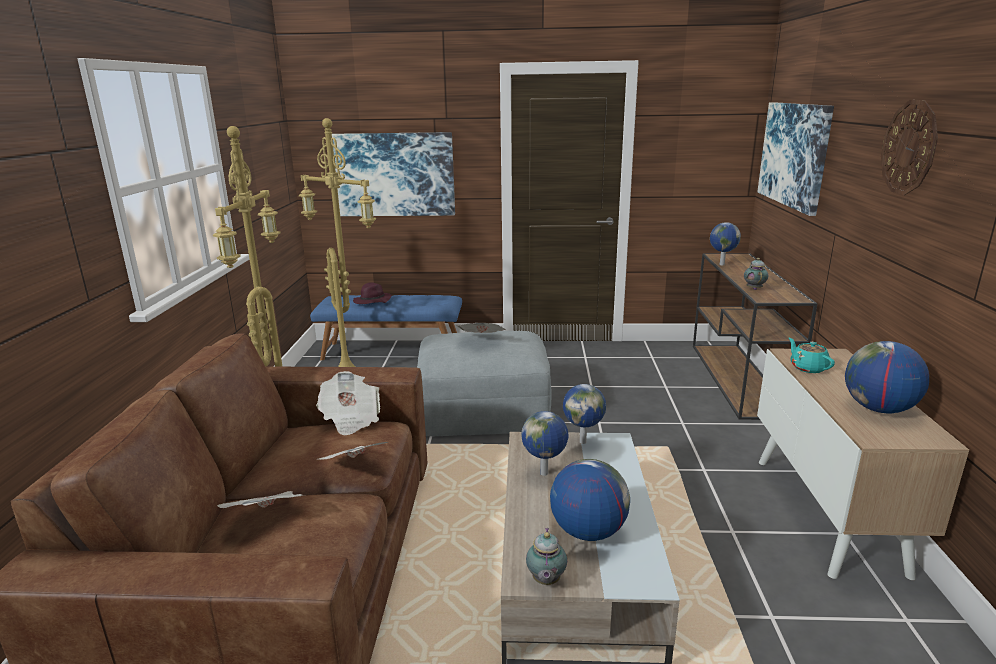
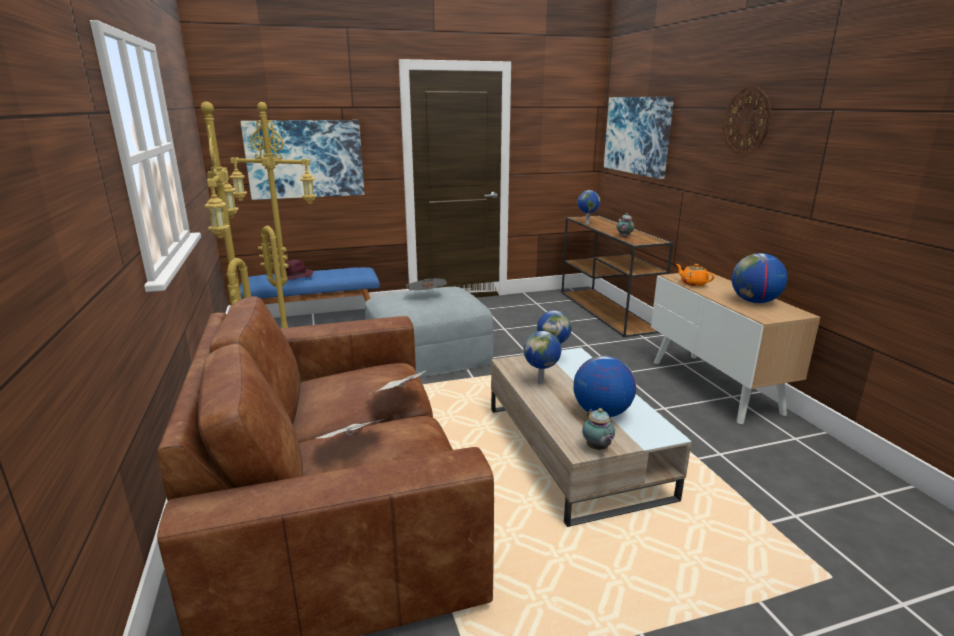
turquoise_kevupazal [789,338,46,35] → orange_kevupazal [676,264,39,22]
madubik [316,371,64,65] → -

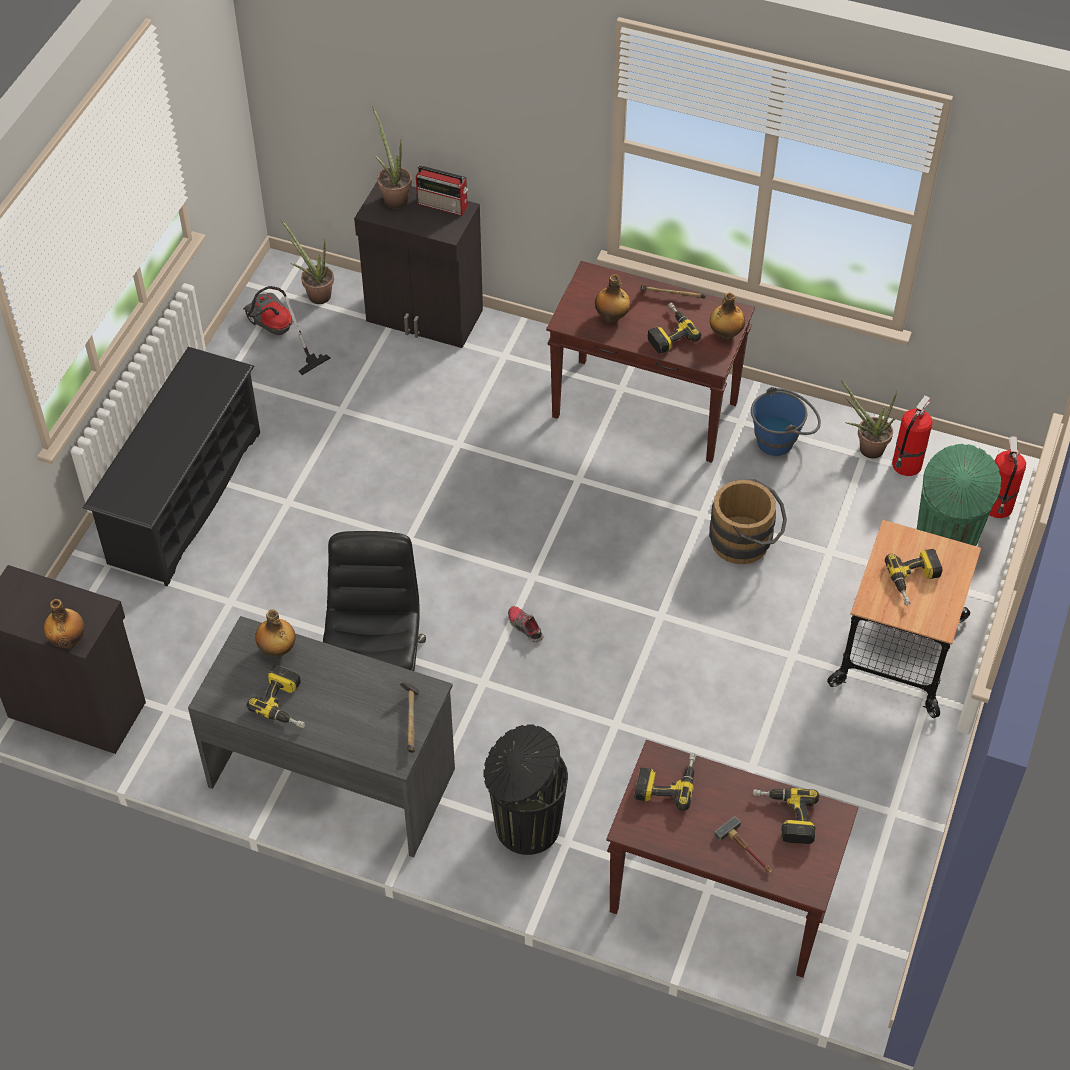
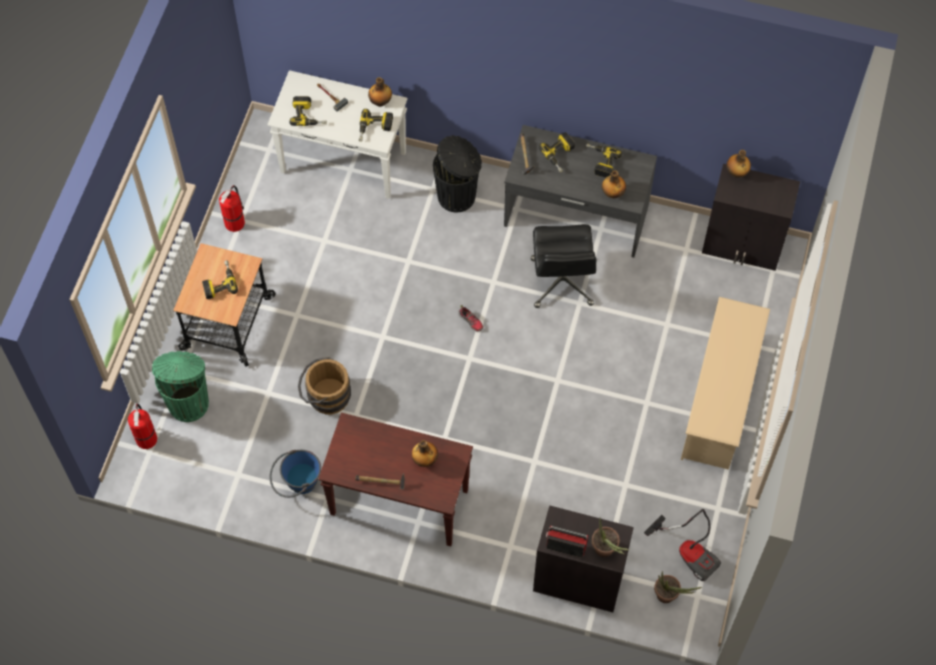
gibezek [710,293,35,47] → gibezek [368,77,24,30], move
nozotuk [648,303,53,51] → nozotuk [539,132,36,40], move
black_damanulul [83,347,177,239] → beige_damanulul [681,297,89,173]
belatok [841,380,56,79] → -
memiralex [892,395,41,81] → memiralex [219,185,26,47], move
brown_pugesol [606,740,252,238] → white_pugesol [267,70,140,129]

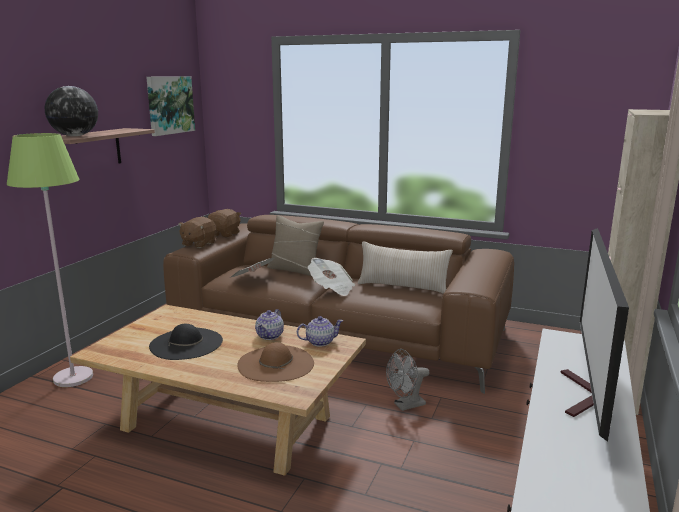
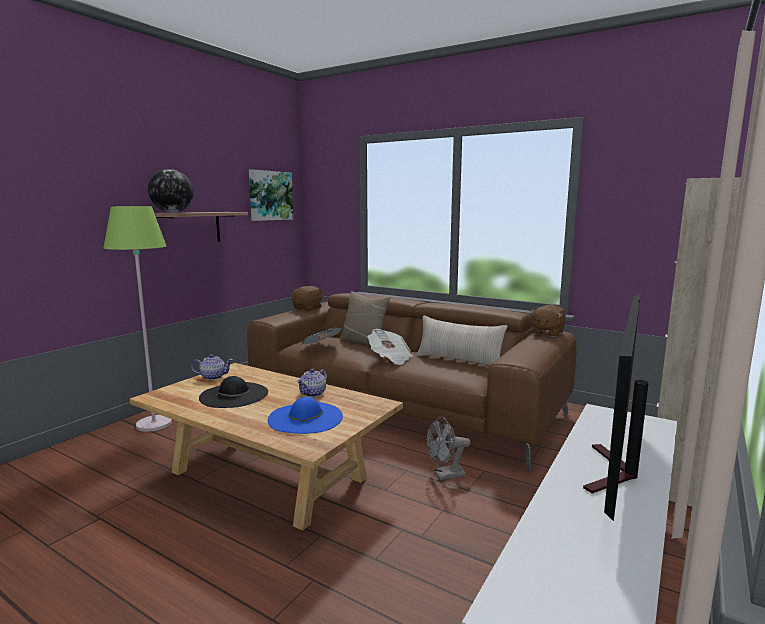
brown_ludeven [178,217,38,31] → brown_ludeven [530,305,36,32], move
kevupazal [297,316,46,31] → kevupazal [191,354,42,26], move
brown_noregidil [237,342,77,40] → blue_noregidil [268,397,75,37]

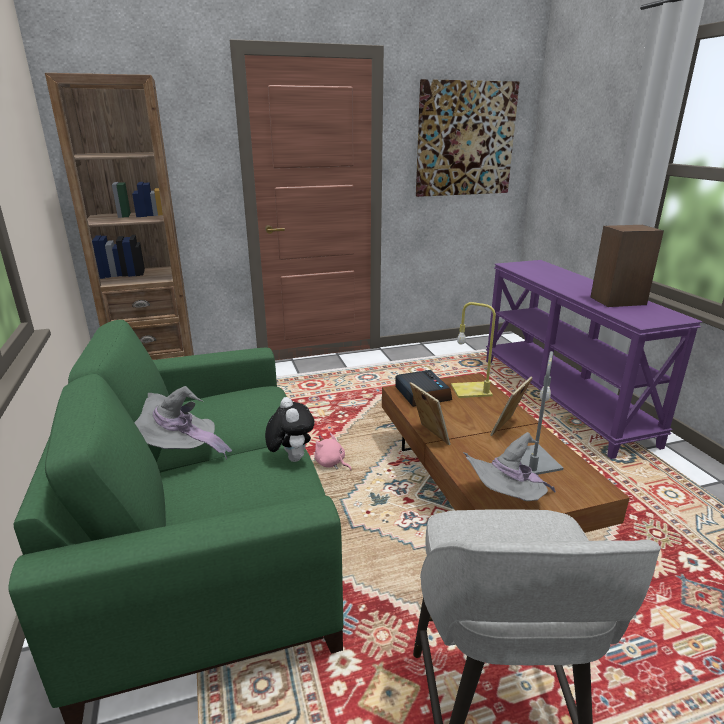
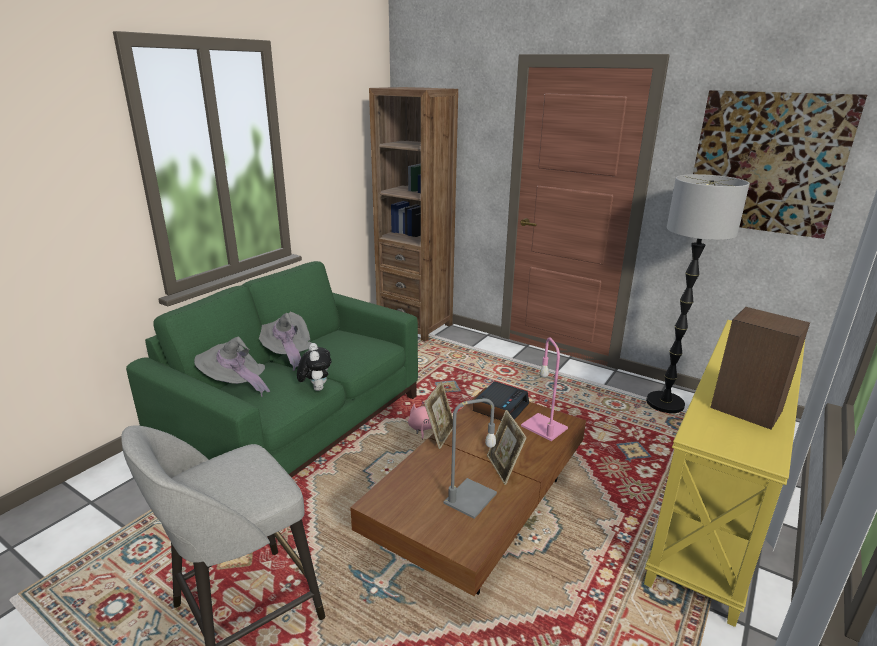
purple_pugesol [486,260,216,199] → yellow_pugesol [644,320,161,307]
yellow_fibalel [451,302,45,96] → pink_fibalel [521,338,47,103]
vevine [490,377,42,59] → vevine [487,410,40,75], 105 degrees counterclockwise
ludeven [265,397,49,65] → ludeven [297,343,34,48], 45 degrees counterclockwise
grey_noregidil [463,432,93,69] → grey_noregidil [194,337,76,60], move
- → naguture [646,174,104,239]

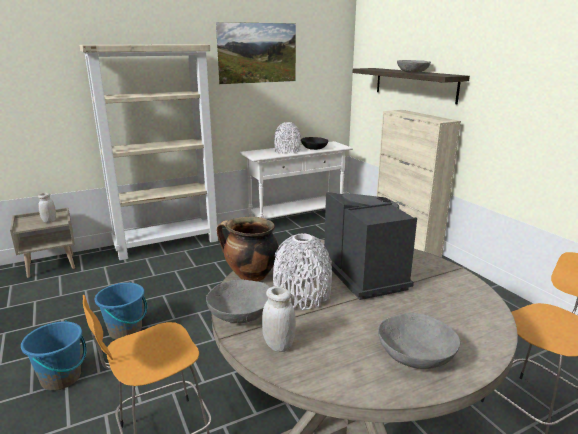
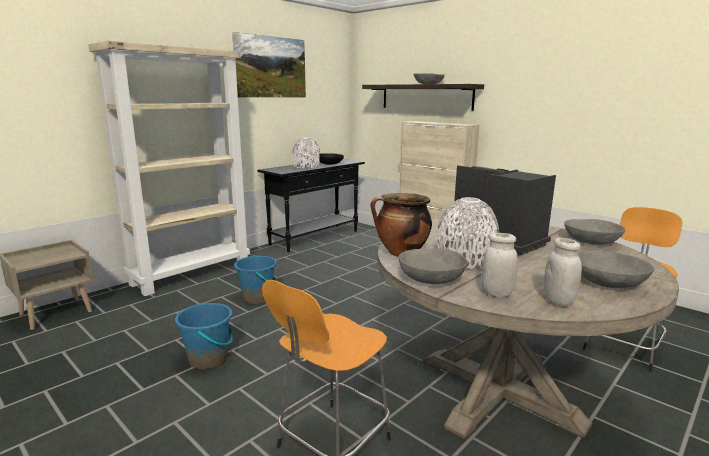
white_pugesol [240,141,113,78] → black_pugesol [257,159,108,93]
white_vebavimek [38,193,18,30] → white_vebavimek [544,238,38,68], move
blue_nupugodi [21,320,66,71] → blue_nupugodi [234,256,43,48], move
- → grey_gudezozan [564,219,62,26]

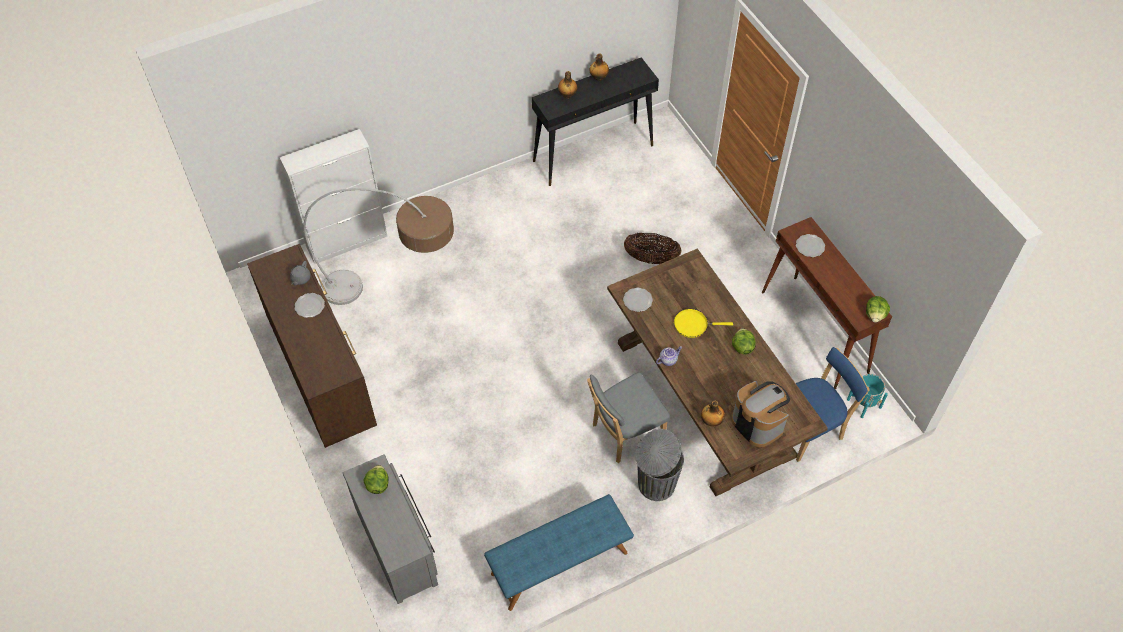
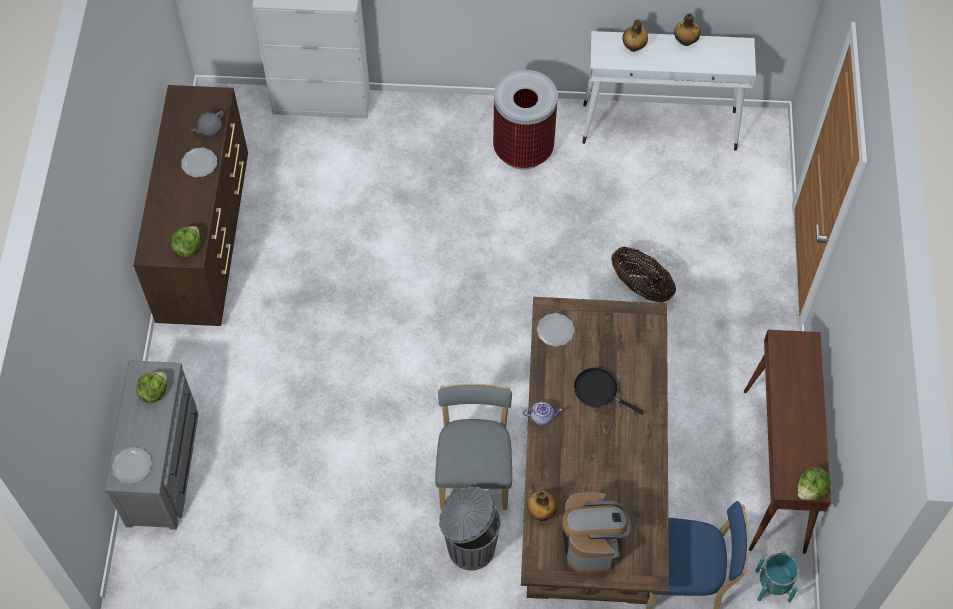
black_pugesol [532,57,127,129] → white_pugesol [582,31,174,120]
naguture [304,188,150,117] → -
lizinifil [796,234,29,23] → lizinifil [112,447,40,37], move
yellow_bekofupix [674,309,59,29] → black_bekofupix [574,368,70,47]
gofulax [732,328,24,26] → gofulax [171,226,29,31], move
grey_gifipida [587,372,83,91] → grey_gifipida [435,384,77,126], 90 degrees clockwise
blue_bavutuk [484,494,150,117] → -
- → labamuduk [493,70,65,100]

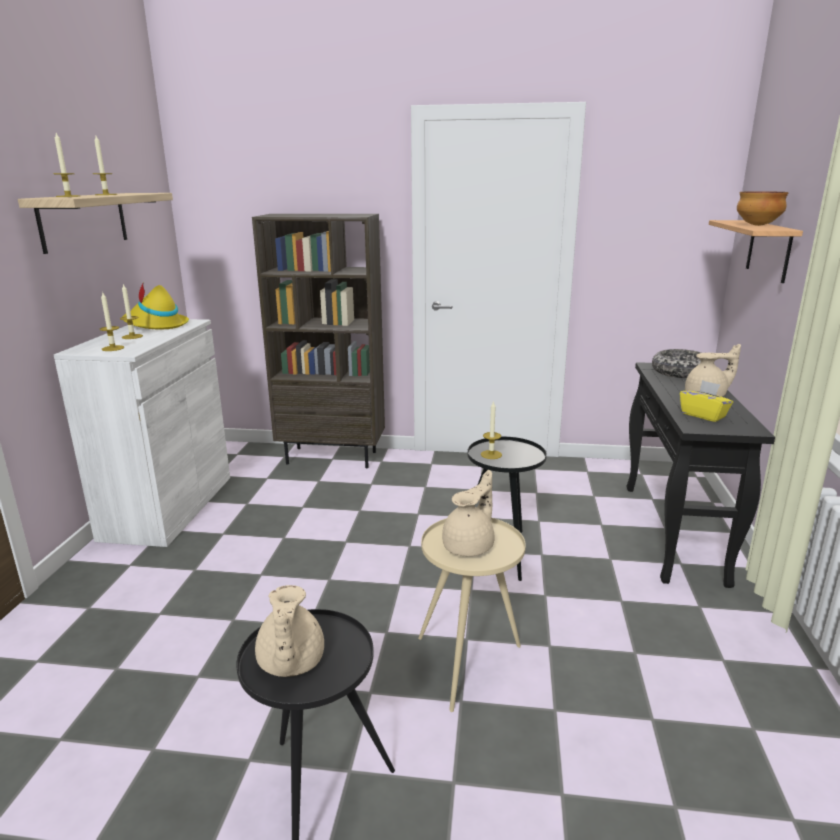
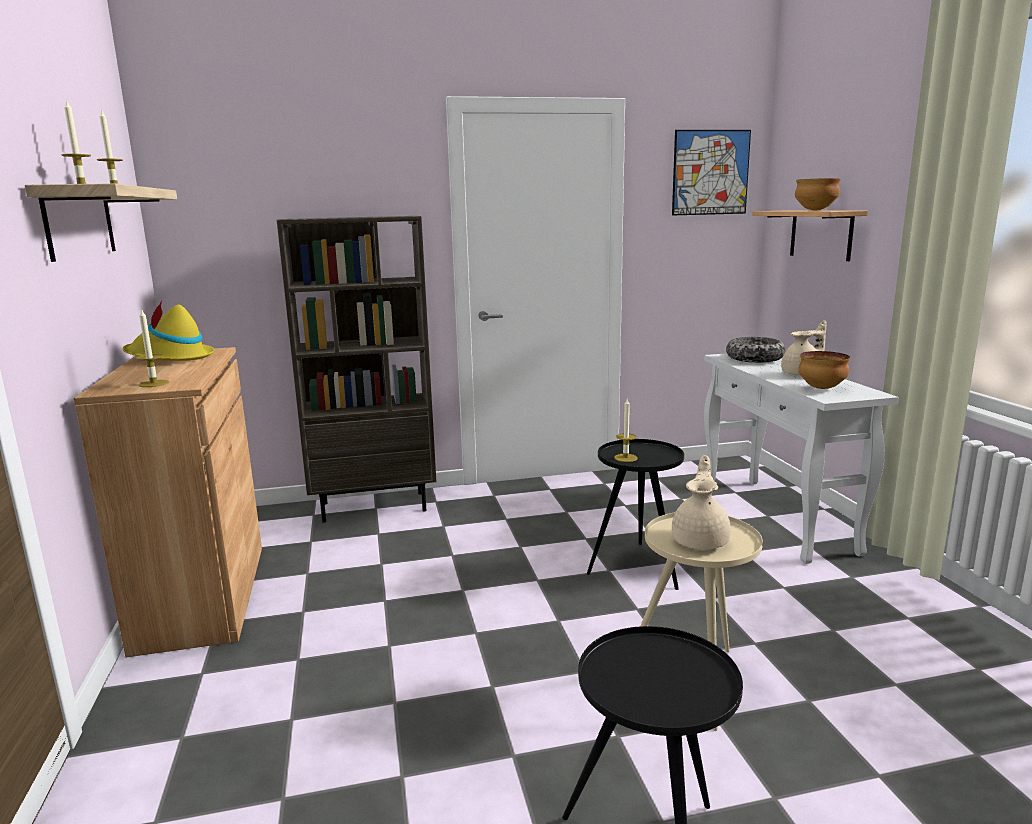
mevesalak [120,283,23,56] → -
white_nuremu [54,319,176,228] → brown_nuremu [74,347,188,311]
black_pugesol [626,362,149,226] → white_pugesol [704,353,195,211]
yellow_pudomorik [680,380,53,42] → gudezozan [798,351,52,38]
beige_kevupazal [255,585,69,92] → -
- → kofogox [672,130,79,86]

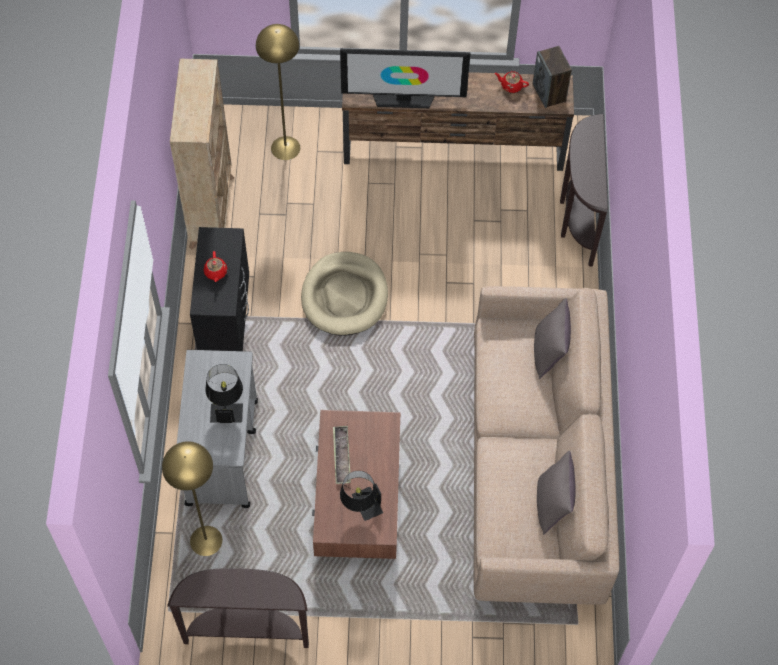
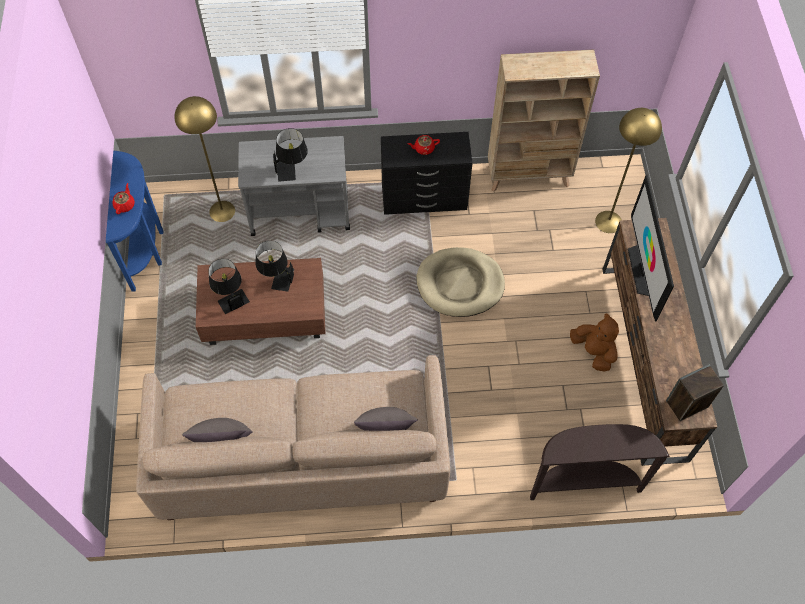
red_kevupazal [495,71,34,22] → red_kevupazal [112,183,23,31], move
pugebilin [333,426,18,58] → black_fibalel [256,241,38,51]
brown_pugesol [167,568,142,80] → blue_pugesol [106,151,57,141]
- → brown_ludeven [570,313,49,59]

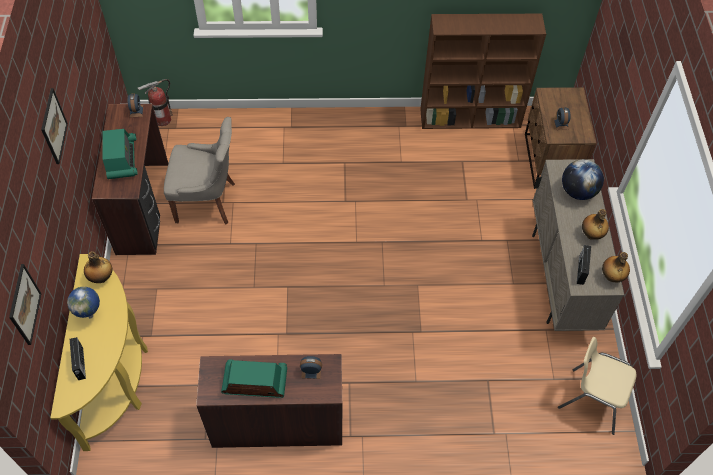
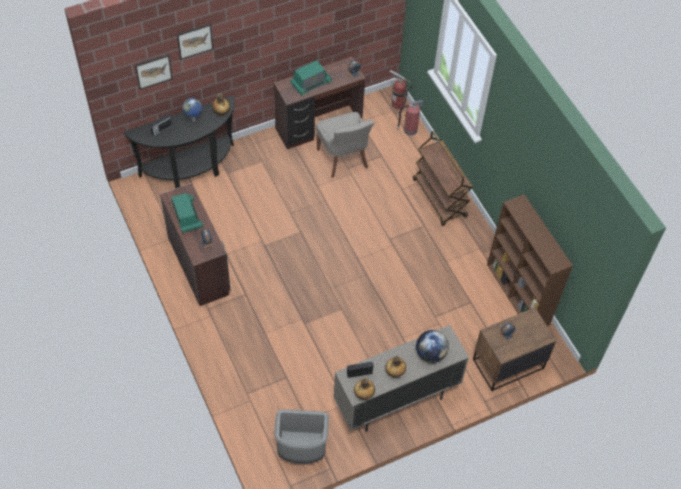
kofogox [41,88,27,76] → kofogox [177,24,36,36], move
yellow_pugesol [50,254,98,197] → black_pugesol [124,96,111,93]
beige_gifipida [558,337,78,98] → grey_labamuduk [274,409,55,55]
- → memiralex [397,100,26,35]
- → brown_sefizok [413,131,60,95]

